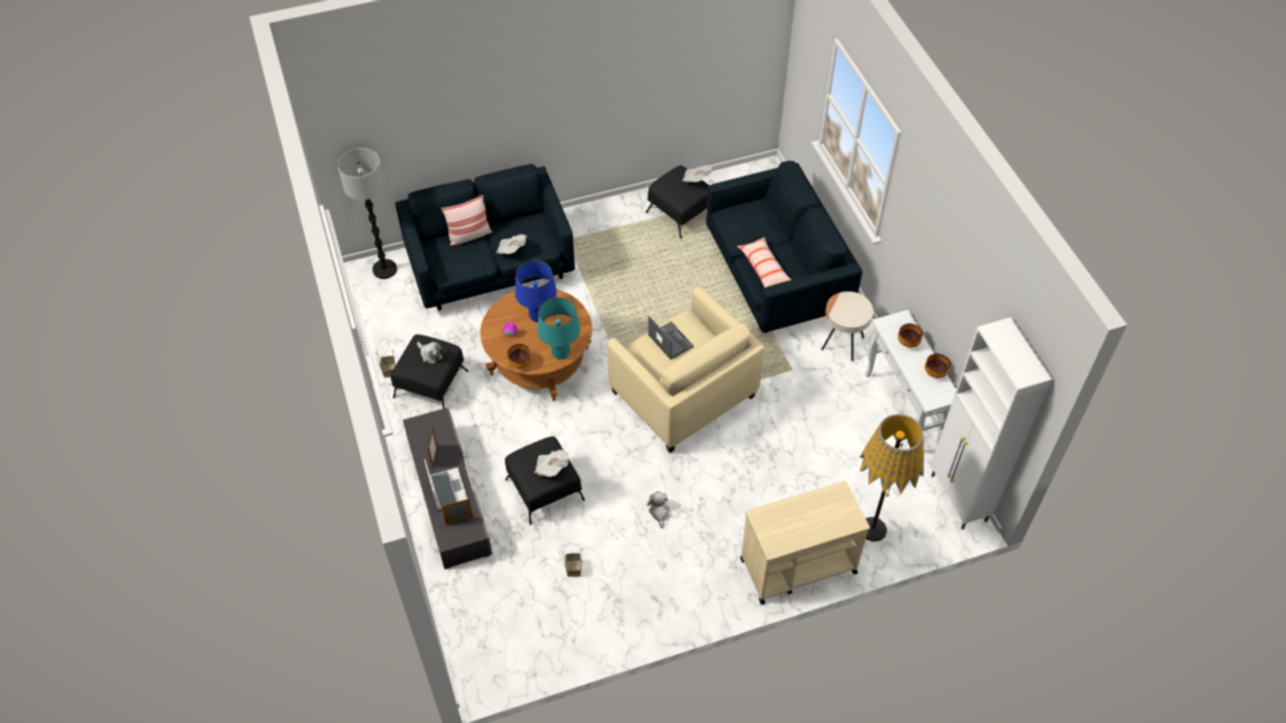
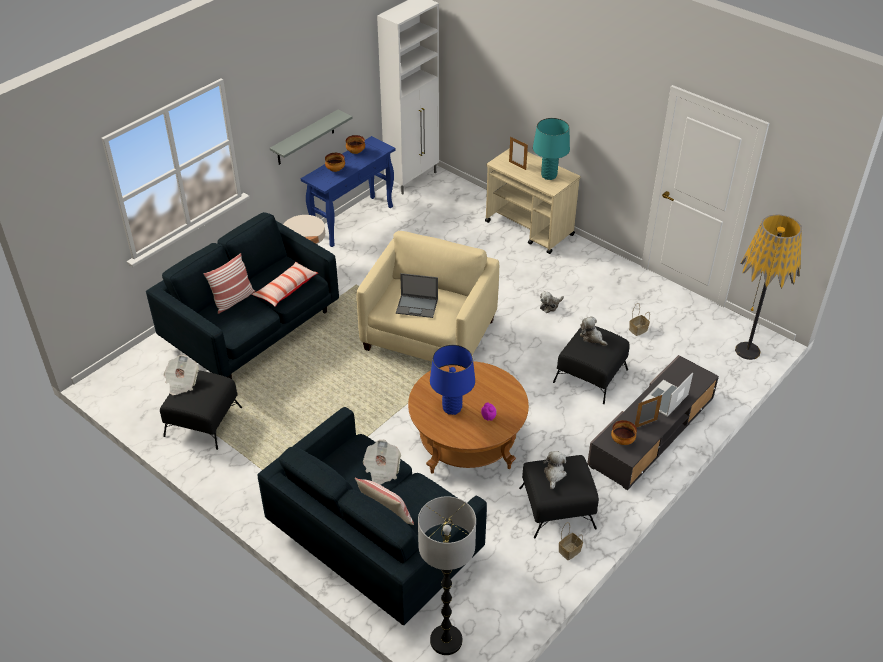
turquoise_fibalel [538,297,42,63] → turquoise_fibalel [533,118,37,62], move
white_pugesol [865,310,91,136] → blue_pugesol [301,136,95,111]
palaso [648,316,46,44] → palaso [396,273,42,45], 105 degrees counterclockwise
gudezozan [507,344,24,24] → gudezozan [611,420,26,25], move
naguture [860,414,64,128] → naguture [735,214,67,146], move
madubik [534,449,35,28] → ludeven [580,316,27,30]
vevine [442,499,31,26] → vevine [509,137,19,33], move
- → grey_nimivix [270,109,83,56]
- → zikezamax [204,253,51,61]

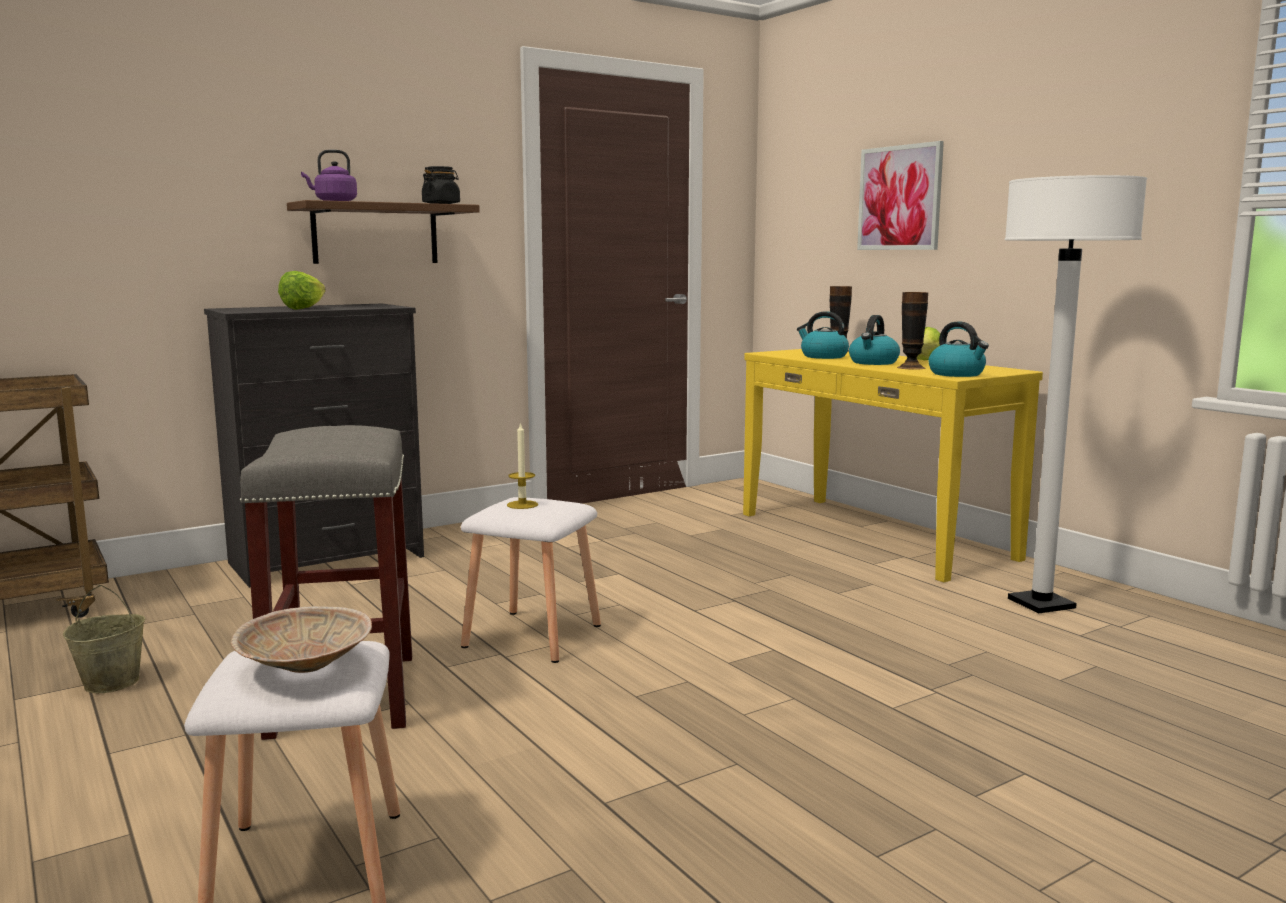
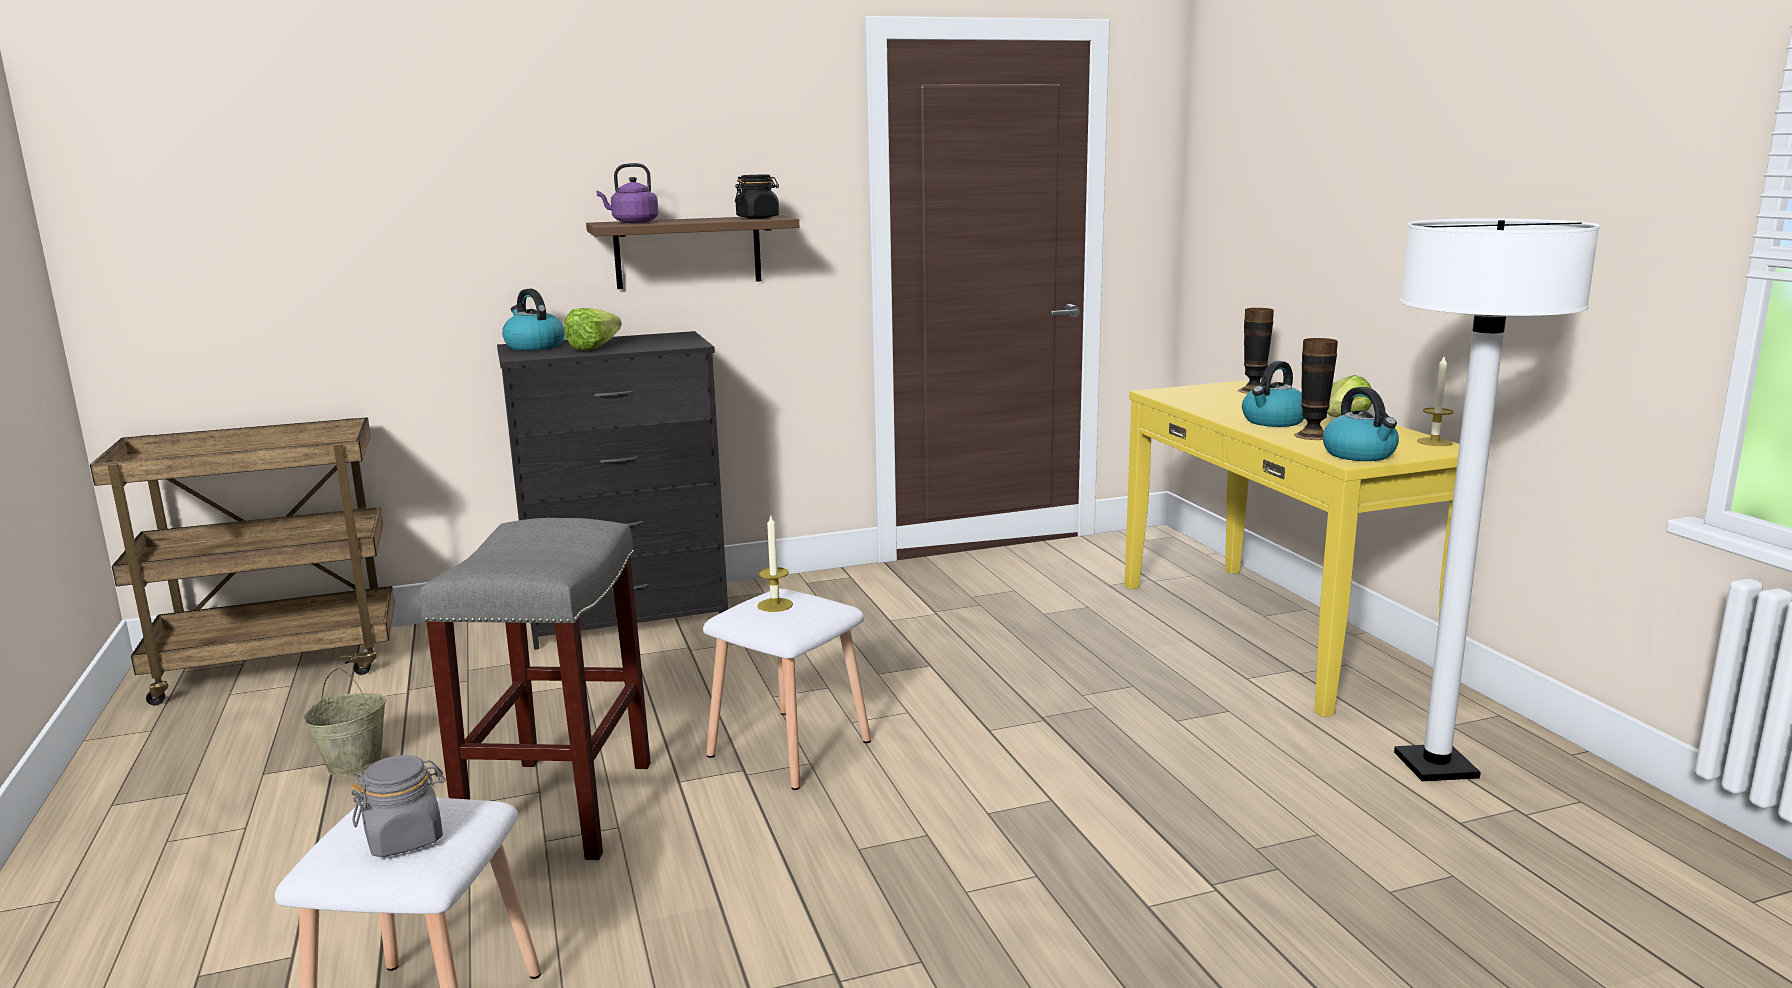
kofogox [857,141,87,109] → -
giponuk [797,311,52,48] → giponuk [502,289,63,61], move
beige_gudezozan [231,606,141,67] → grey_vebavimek [351,755,95,102]
- → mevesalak [1417,354,36,92]

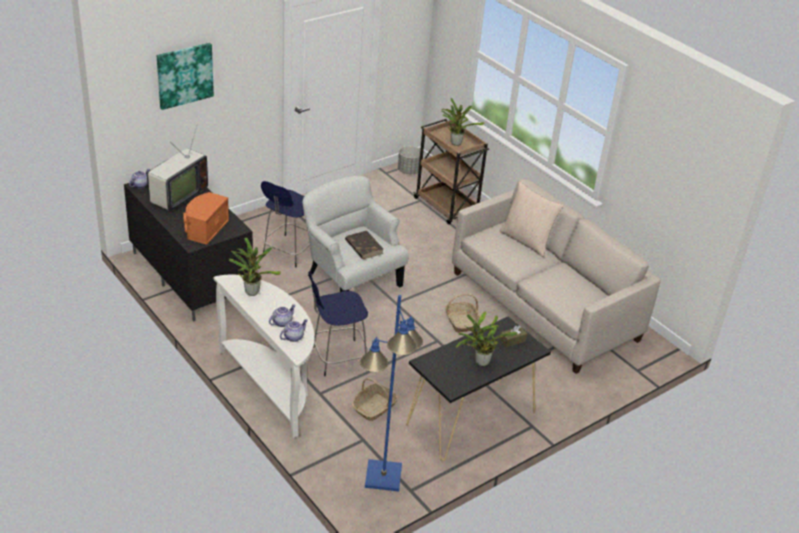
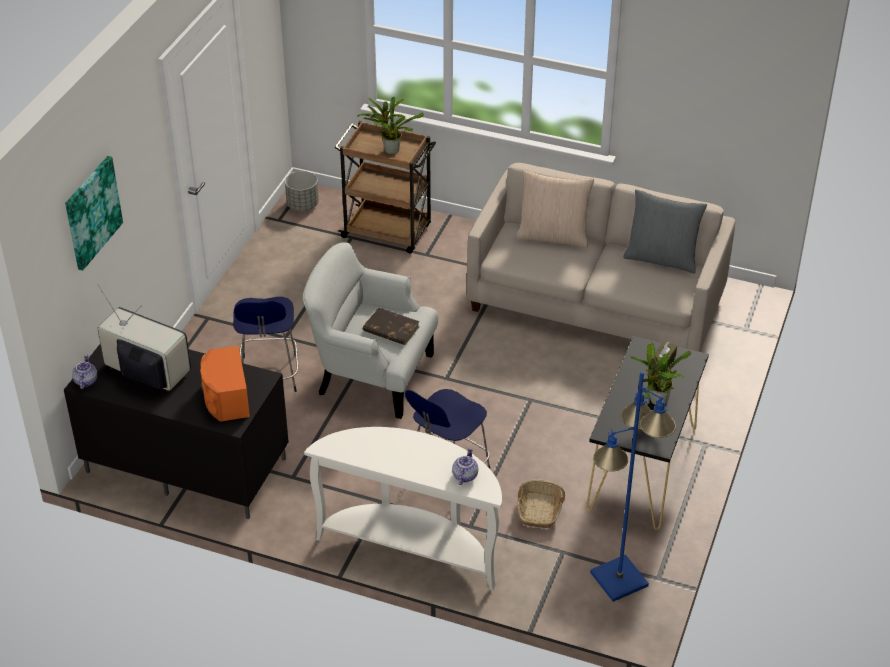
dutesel [147,127,61,85] → dutesel [97,284,94,108], 60 degrees counterclockwise
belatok [229,237,52,59] → -
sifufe [445,294,35,39] → -
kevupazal [269,304,27,23] → -
- → grey_zikezamax [623,190,84,84]

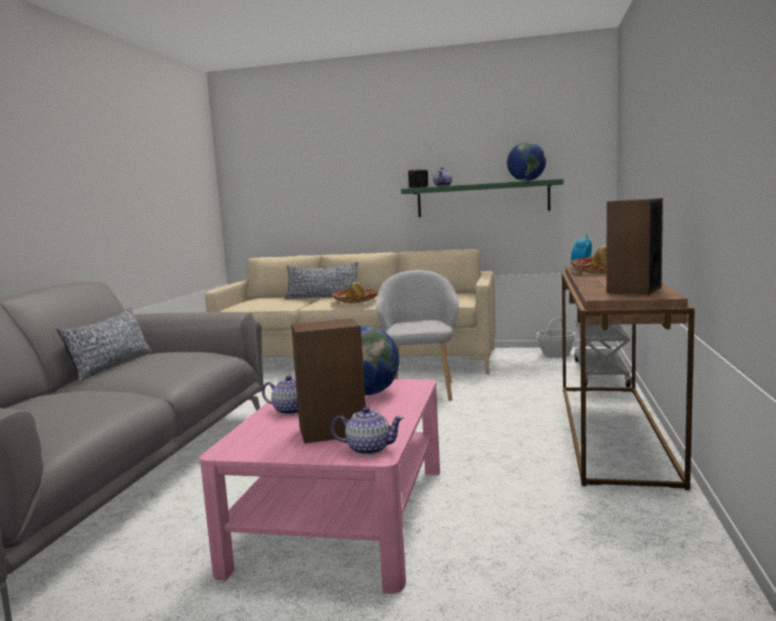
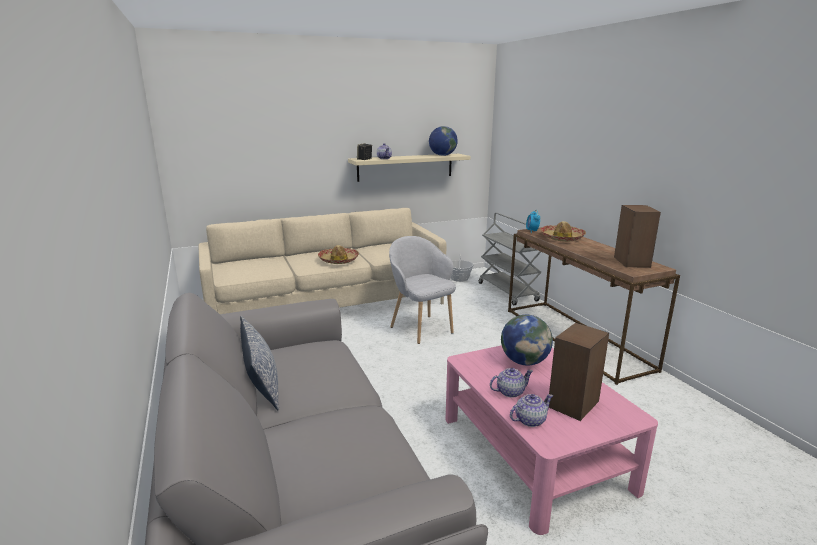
green_nimivix [401,179,163,38] → beige_nimivix [348,154,122,28]
zikezamax [284,262,74,37] → -
kevupazal [331,407,73,48] → kevupazal [510,394,43,33], move

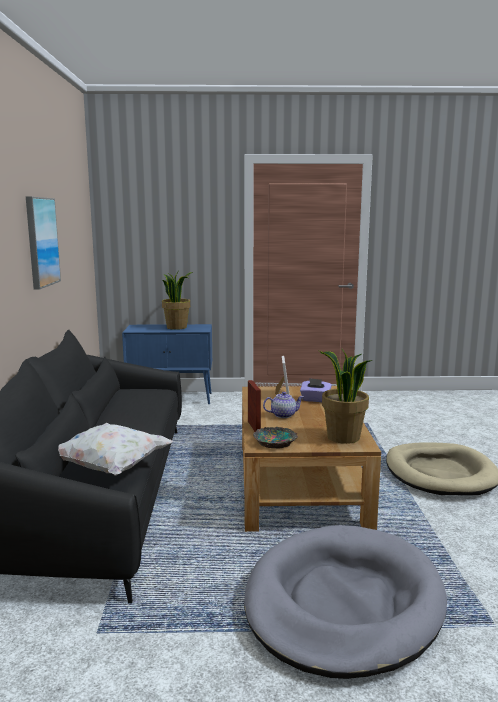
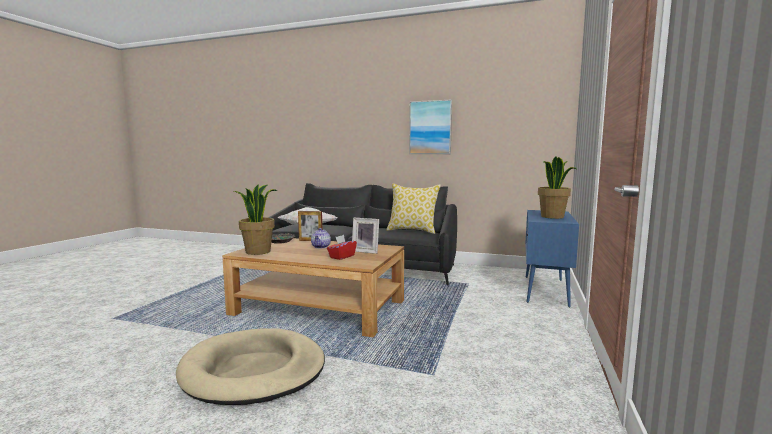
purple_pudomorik [300,378,32,24] → red_pudomorik [327,235,30,25]
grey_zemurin [244,525,203,154] → -
- → zikezamax [387,184,54,50]

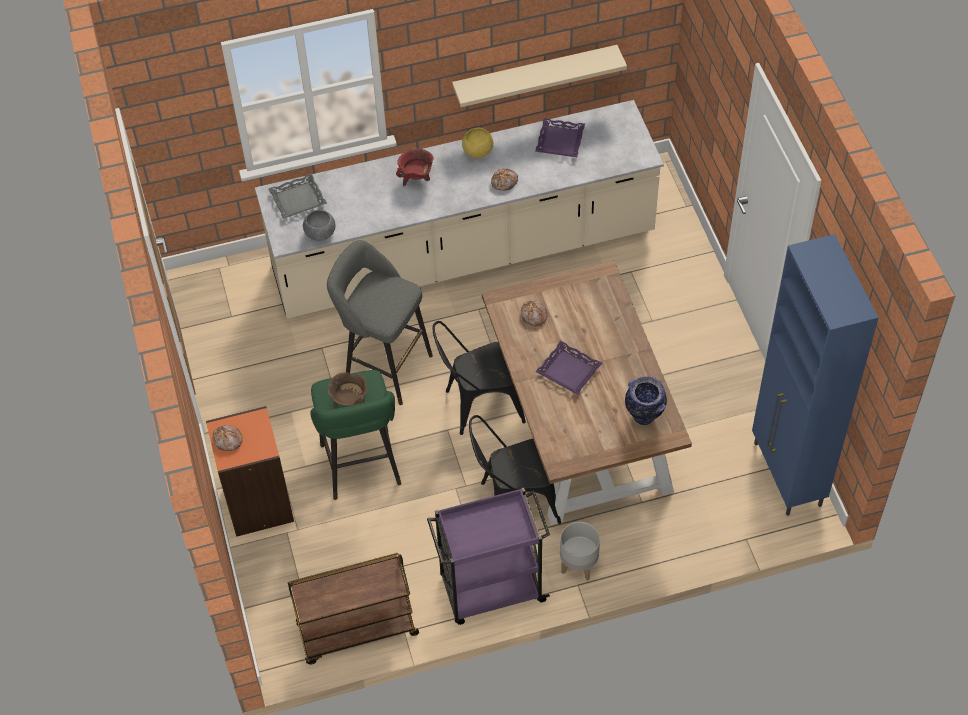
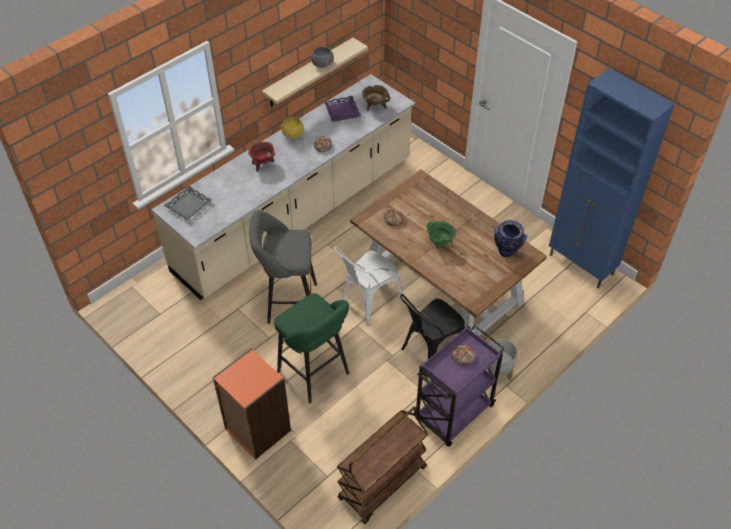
grey_gudezozan [303,210,33,31] → grey_gudezozan [311,47,23,21], move
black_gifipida [432,321,94,114] → white_gifipida [334,246,70,79]
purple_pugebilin [535,341,67,54] → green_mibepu [427,221,29,28]
brown_mibepu [327,372,40,35] → brown_mibepu [362,85,28,26], move
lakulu [212,425,31,26] → lakulu [451,345,25,20], move

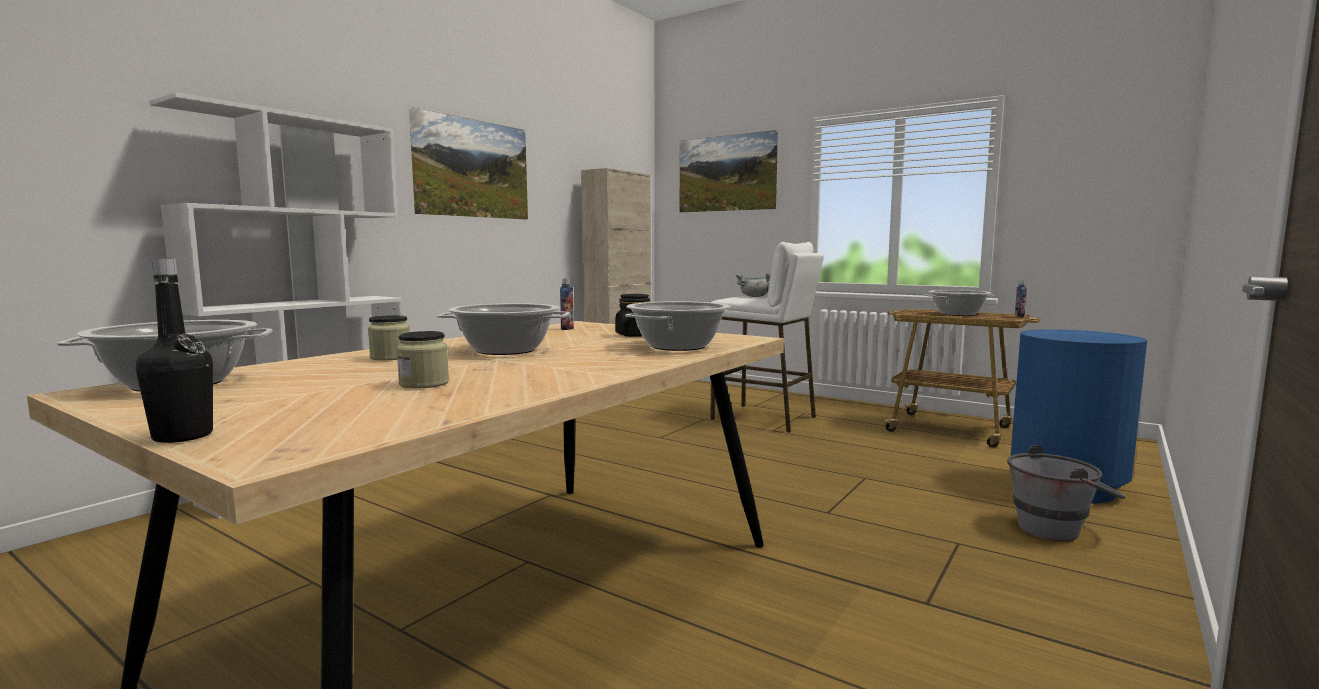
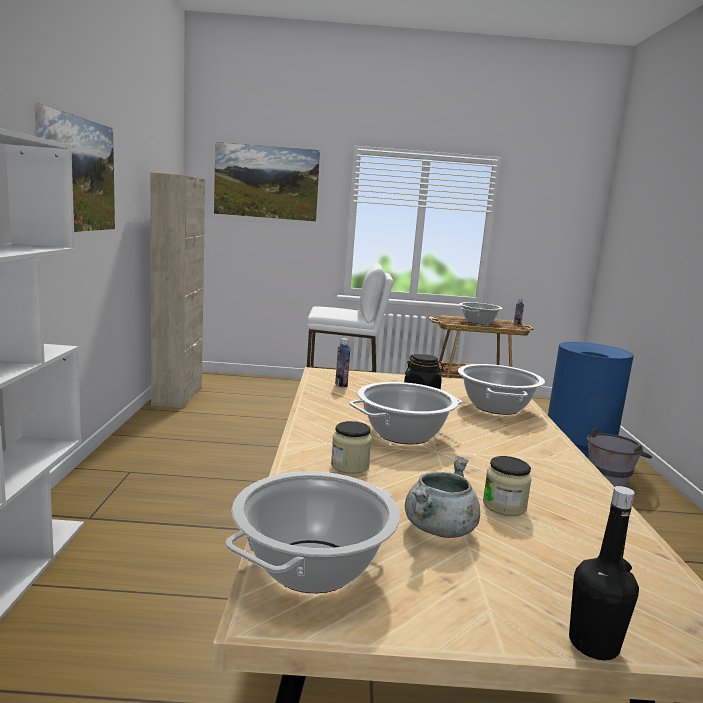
grey_mibepu [735,273,36,24] → grey_mibepu [405,456,75,82], move

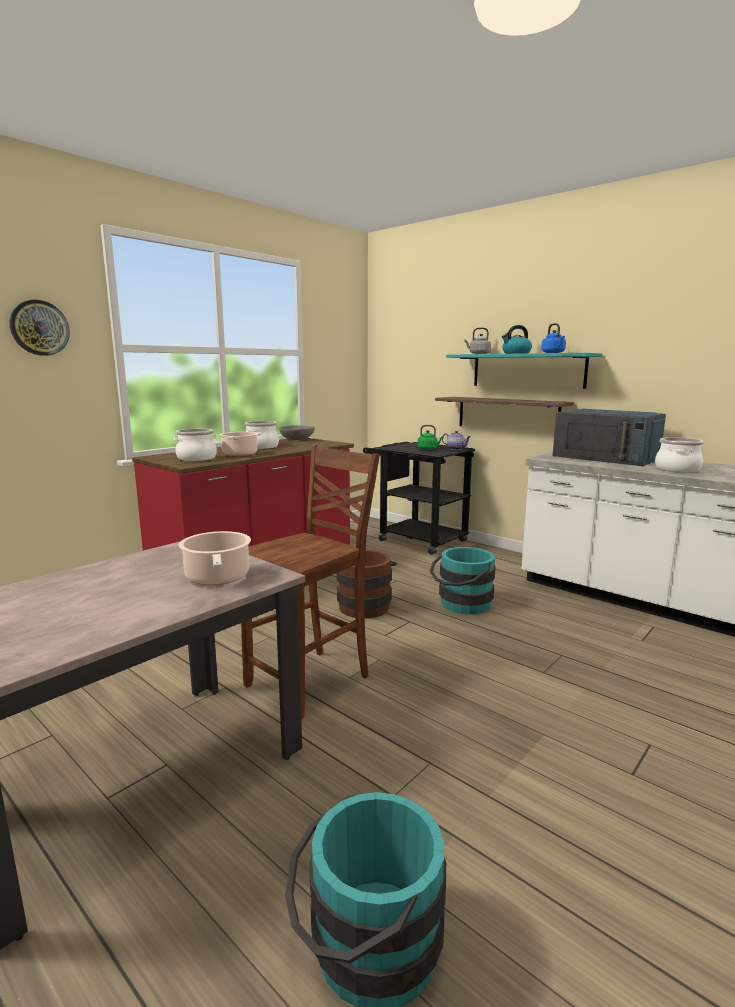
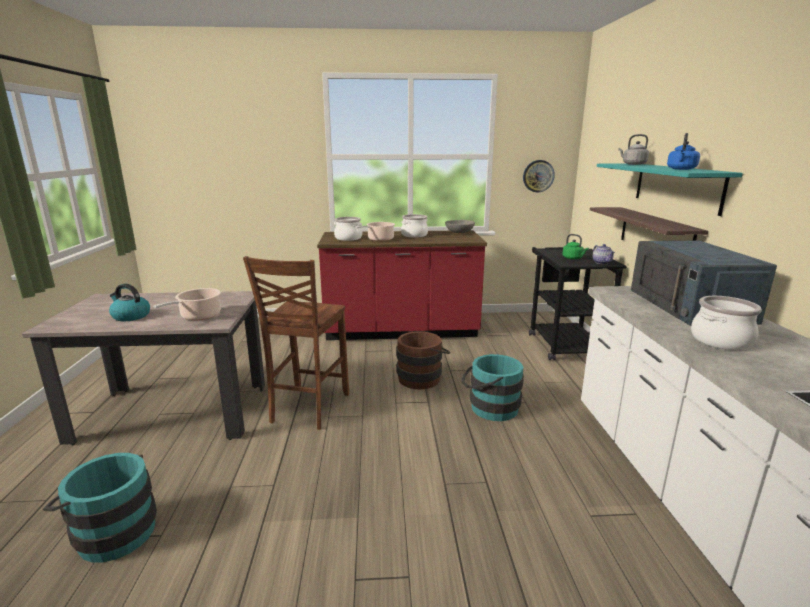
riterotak [9,300,61,56] → riterotak [523,160,32,32], move
giponuk [502,325,30,29] → giponuk [109,284,41,37], move
brown_gifipida [241,445,139,275] → brown_gifipida [243,256,106,174], 105 degrees clockwise

